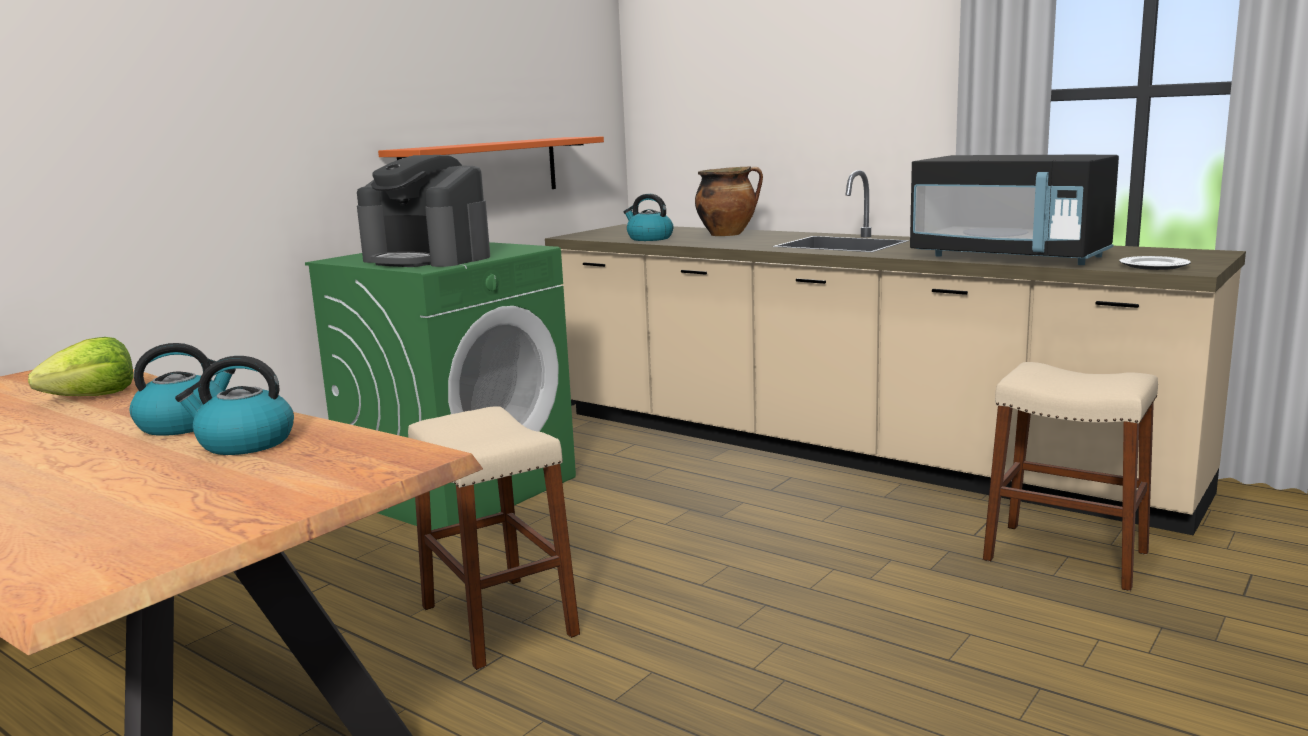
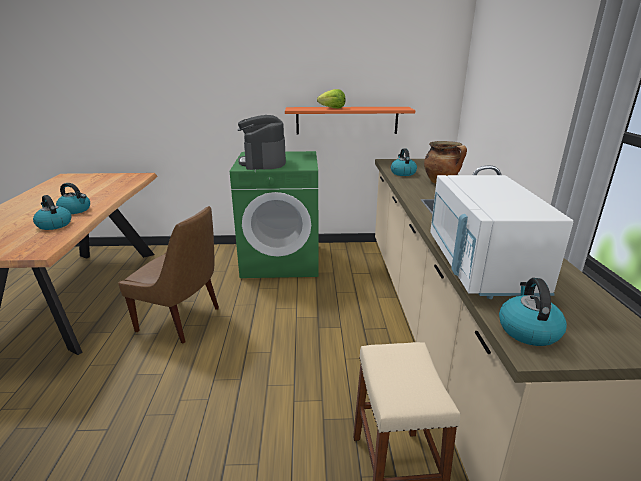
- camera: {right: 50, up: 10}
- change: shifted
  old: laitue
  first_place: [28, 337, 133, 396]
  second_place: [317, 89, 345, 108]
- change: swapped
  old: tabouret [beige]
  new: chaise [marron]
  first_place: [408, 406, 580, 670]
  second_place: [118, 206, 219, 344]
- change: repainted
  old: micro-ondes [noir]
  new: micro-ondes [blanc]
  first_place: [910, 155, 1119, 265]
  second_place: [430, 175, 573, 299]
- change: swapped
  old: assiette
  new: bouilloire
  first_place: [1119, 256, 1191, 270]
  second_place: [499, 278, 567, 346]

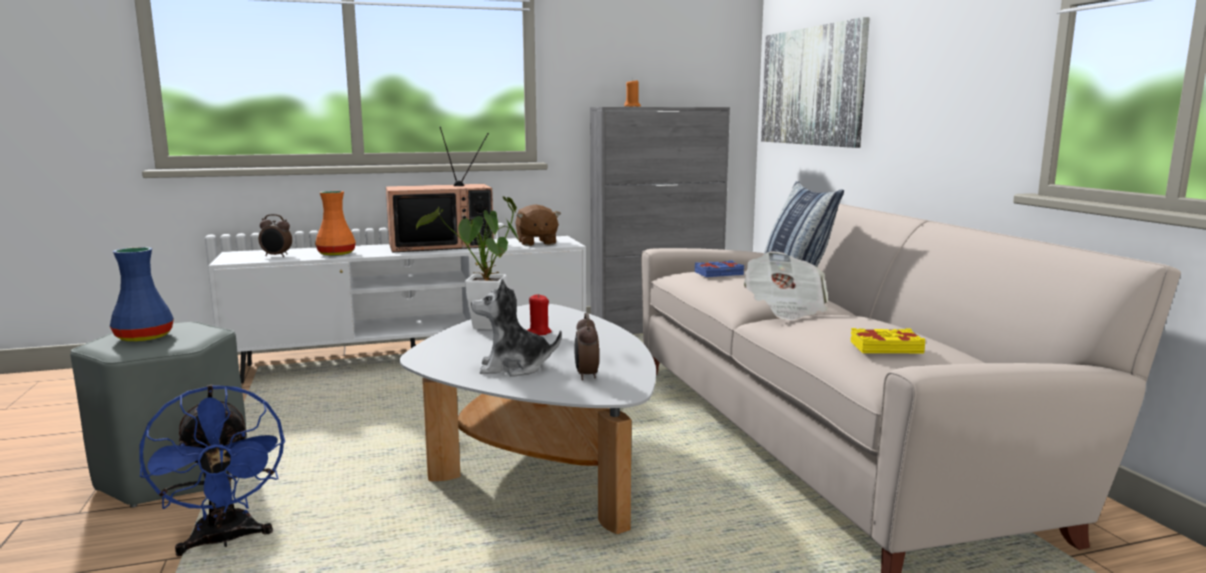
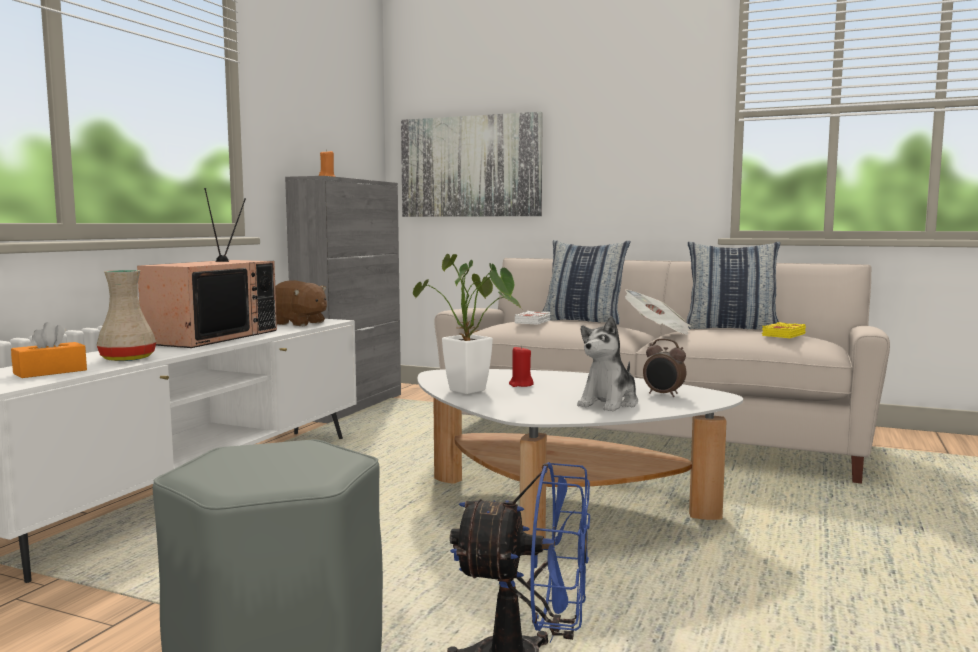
- camera: {right: -50, up: -5}
- change: gone
  old: vase [bleu]
  first_place: [110, 247, 174, 342]
- change: swapped
  old: réveil
  new: boîte à mouchoirs [orange]
  first_place: [259, 214, 292, 257]
  second_place: [11, 322, 87, 378]
- change: repainted
  old: vase [orange]
  new: vase [beige]
  first_place: [315, 191, 356, 256]
  second_place: [97, 270, 156, 361]
- change: repainted
  old: livre [bleu]
  new: livre [blanc]
  first_place: [695, 260, 744, 277]
  second_place: [514, 311, 551, 325]
- change: new
  new: coussin
  second_place: [687, 242, 780, 330]

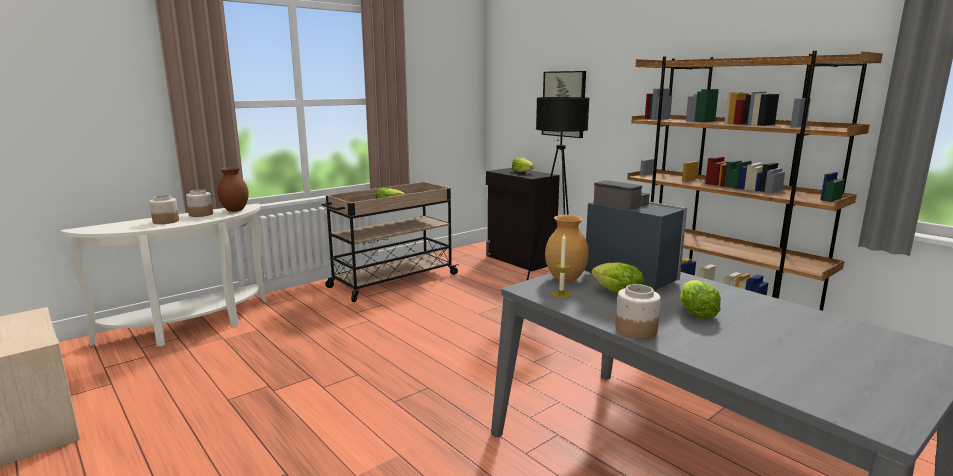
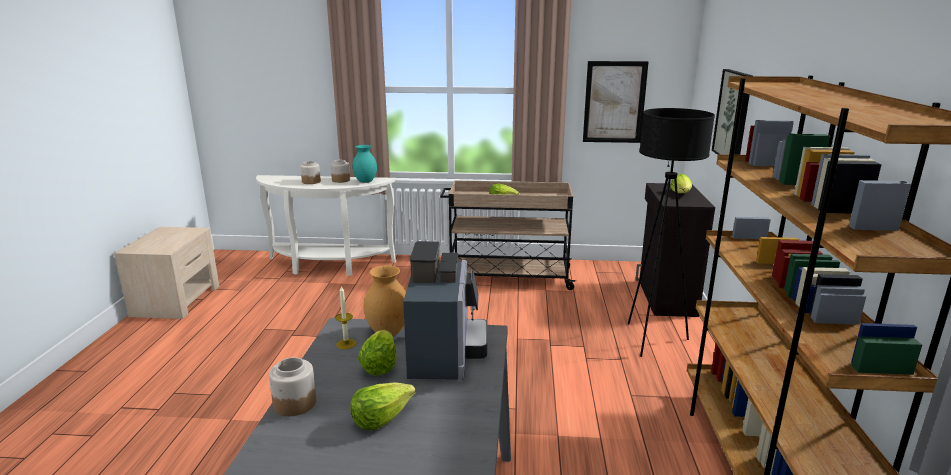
- camera: {right: 45, up: 5}
- change: repainted
  old: vase [marron]
  new: vase [turquoise]
  first_place: [217, 167, 249, 212]
  second_place: [352, 145, 377, 183]
- change: new
  new: tableau
  second_place: [583, 61, 649, 143]

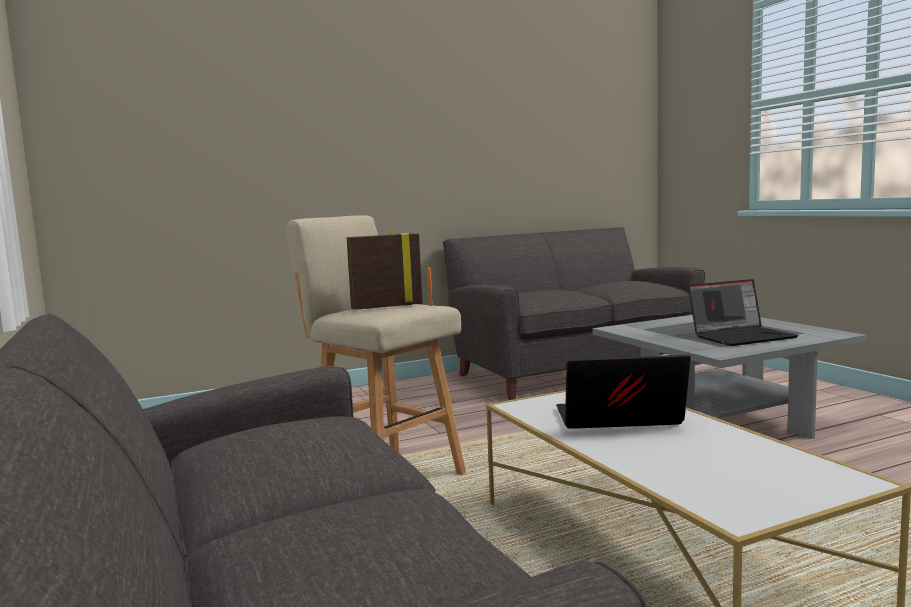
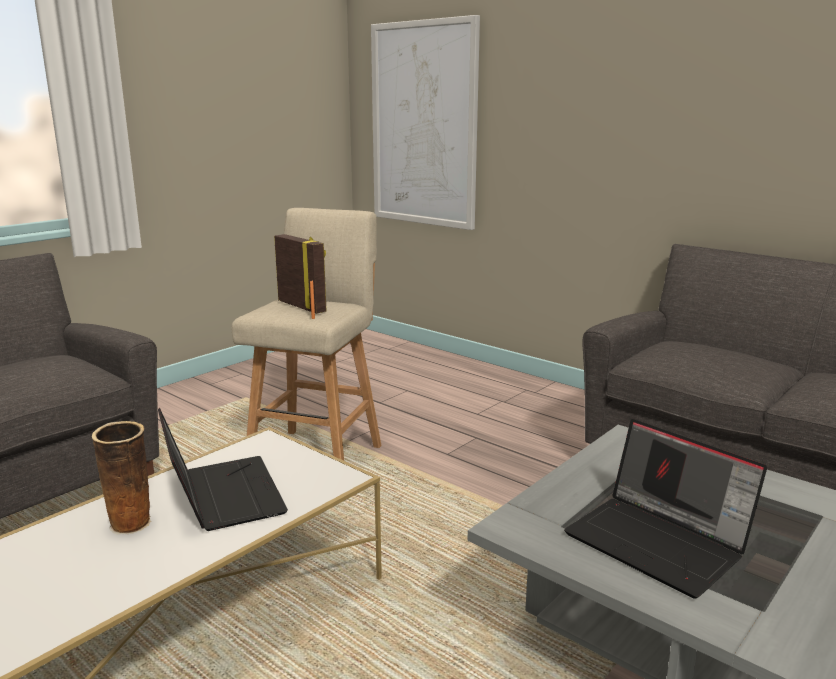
- camera: {right: 65, up: 10}
- change: new
  new: vase
  second_place: [92, 421, 151, 535]
- change: new
  new: tableau
  second_place: [371, 15, 480, 230]

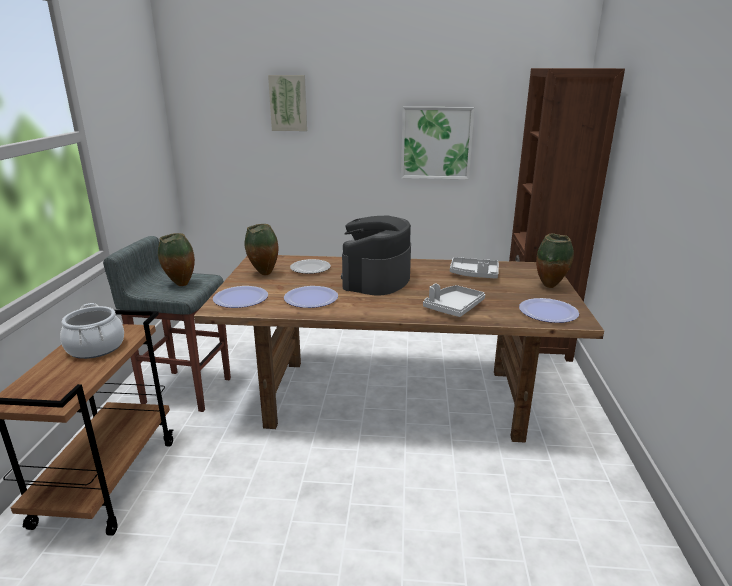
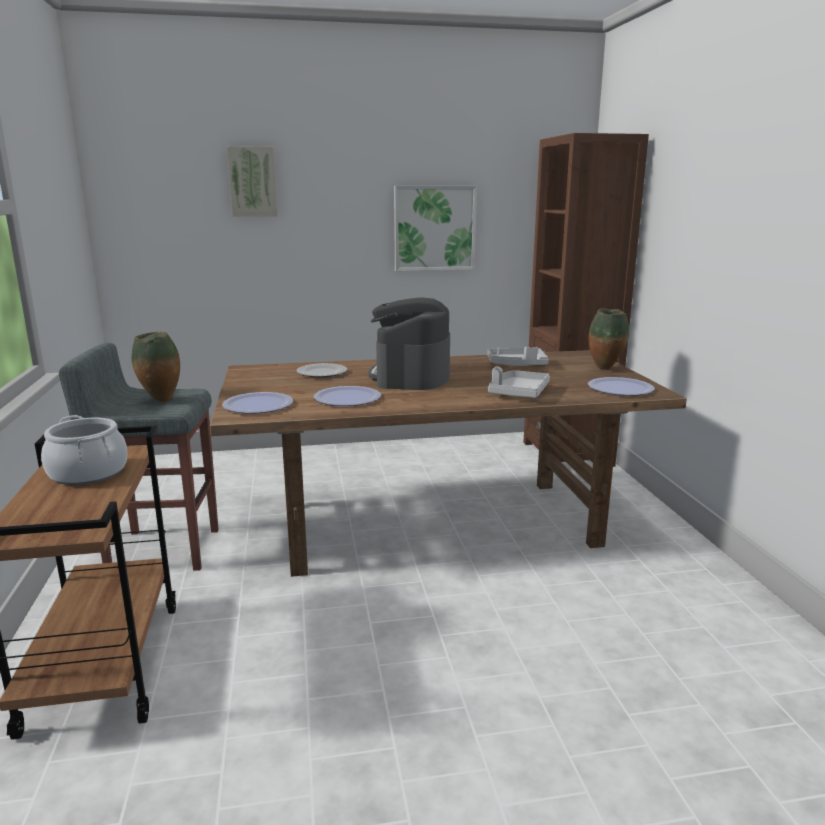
- camera: {right: -15, up: -5}
- change: gone
  old: vase
  first_place: [244, 224, 278, 275]

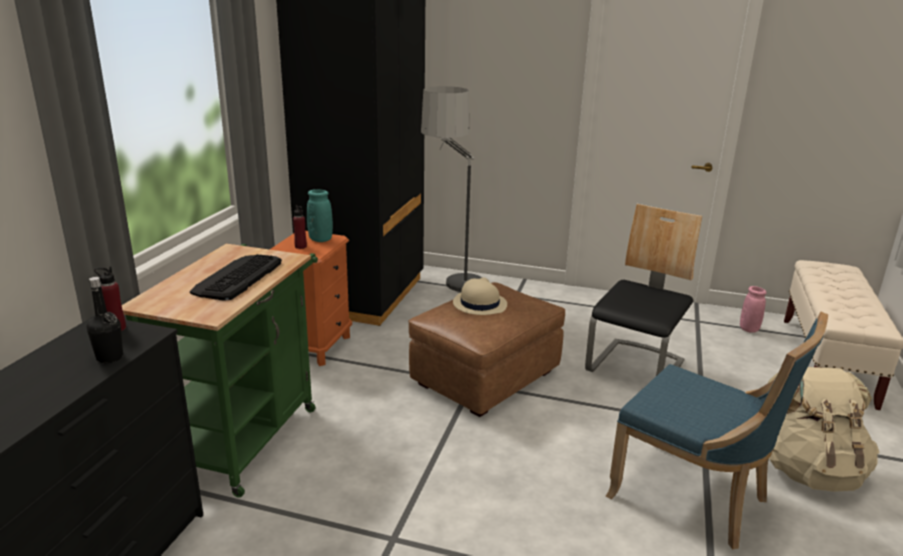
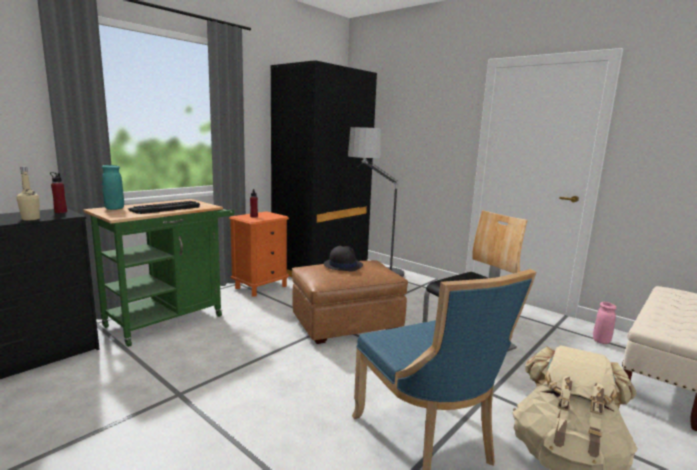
- camera: {right: 25, up: -10}
- change: repainted
  old: bouteille [noir]
  new: bouteille [beige]
  first_place: [87, 277, 123, 363]
  second_place: [17, 167, 40, 221]
- change: shifted
  old: vase [turquoise]
  first_place: [307, 189, 333, 242]
  second_place: [102, 165, 124, 210]
- change: repainted
  old: chapeau [beige]
  new: chapeau [noir]
  first_place: [453, 278, 507, 315]
  second_place: [323, 246, 363, 271]

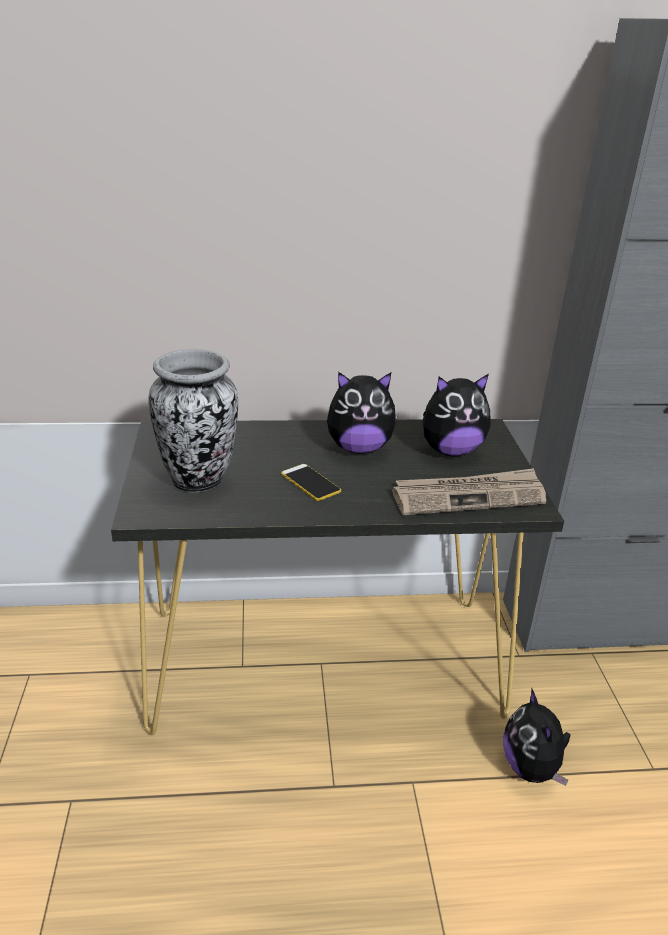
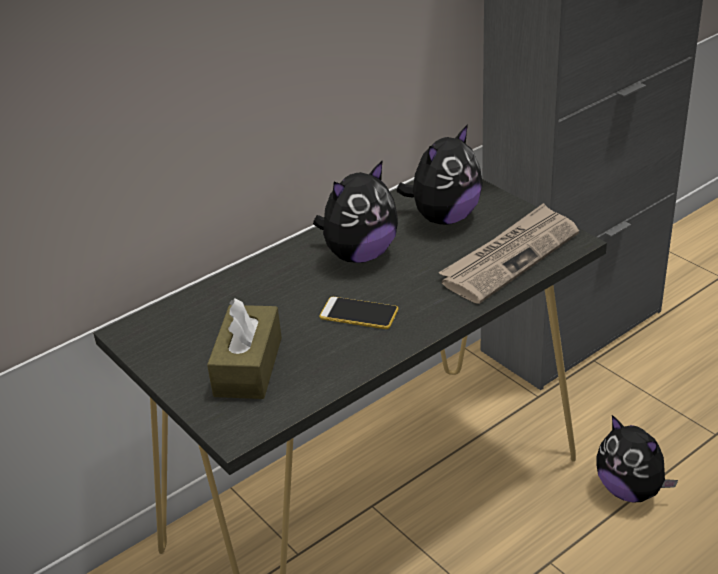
- camera: {right: -30, up: 5}
- change: swapped
  old: vase
  new: boîte à mouchoirs [marron]
  first_place: [148, 349, 238, 493]
  second_place: [207, 298, 282, 399]

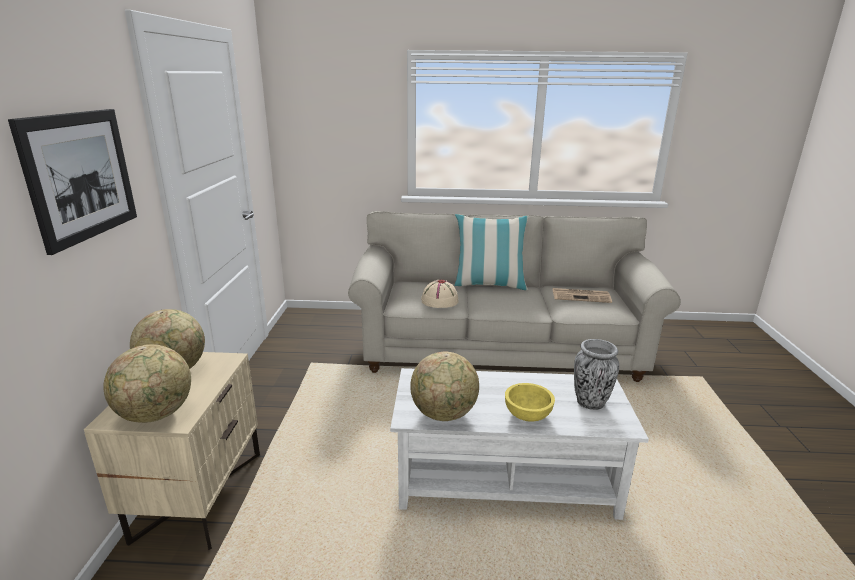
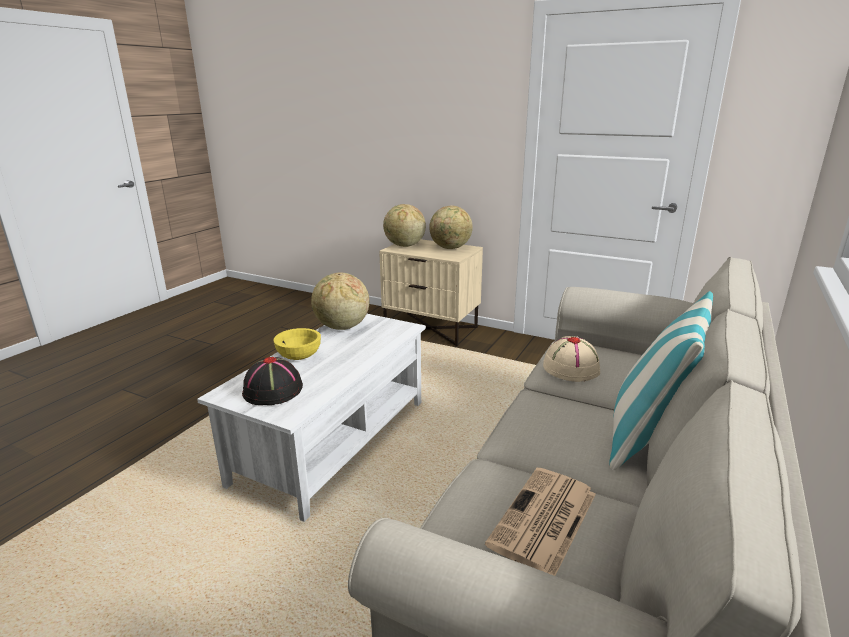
- camera: {right: 115, up: 0}
- change: gone
  old: tableau
  first_place: [8, 109, 137, 255]
- change: swapped
  old: vase
  new: chapeau [noir]
  first_place: [574, 339, 619, 410]
  second_place: [242, 357, 303, 405]

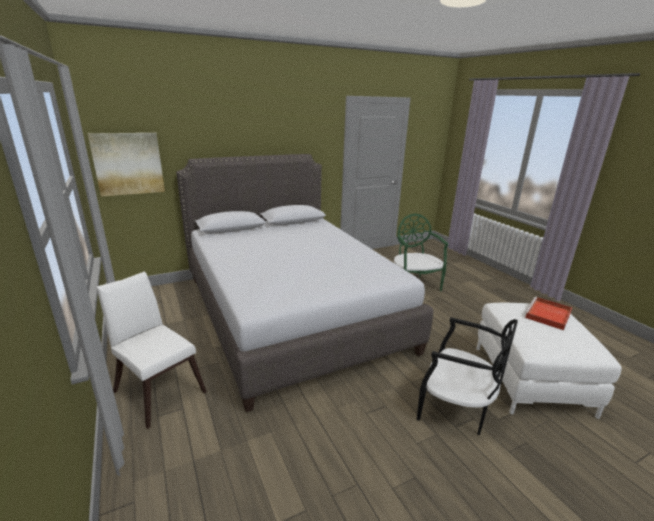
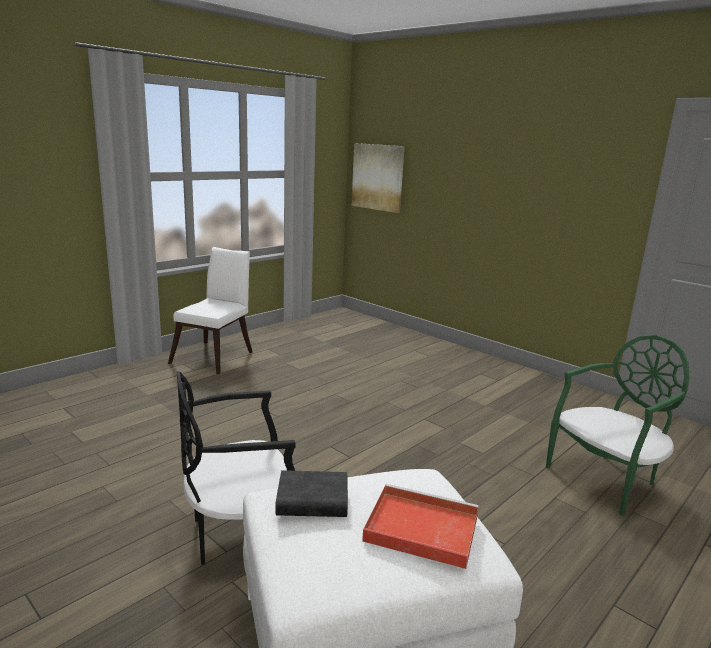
- camera: {right: 70, up: -5}
- change: gone
  old: lit [gris]
  first_place: [176, 154, 433, 412]
- change: rotated
  old: chaise [noir]
  first_place: [417, 317, 518, 435]
  second_place: [177, 371, 296, 565]
  degrees: 60
- change: new
  new: livre [noir]
  second_place: [275, 470, 348, 517]

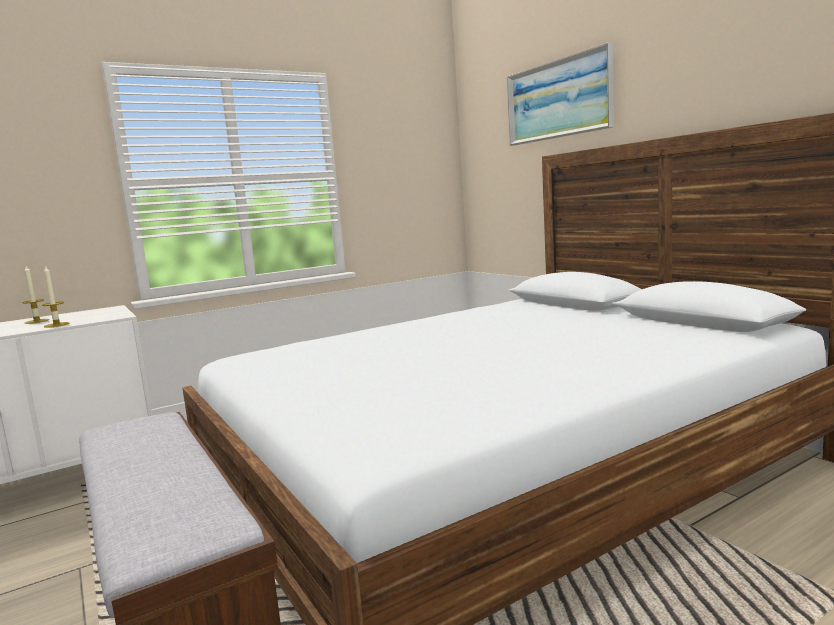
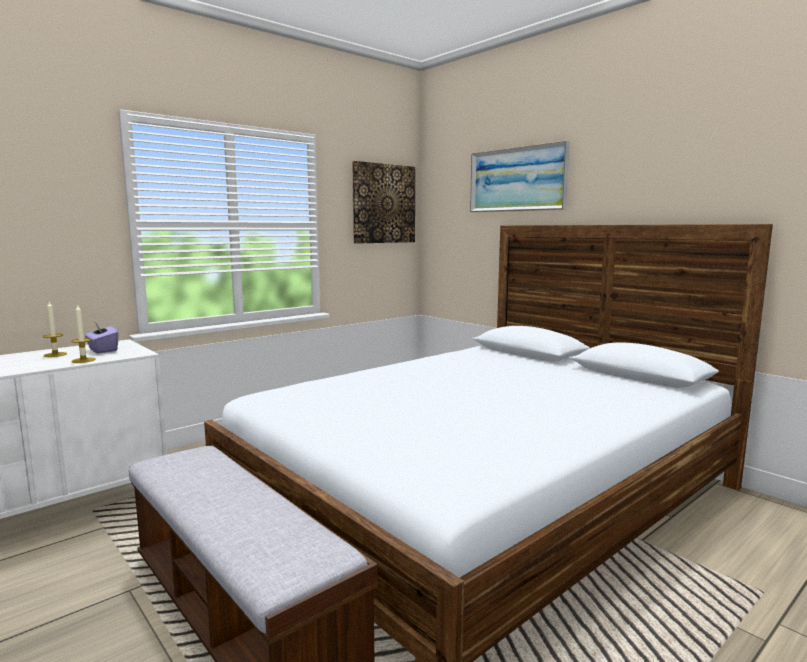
- camera: {right: -10, up: 0}
- change: new
  new: boîte à mouchoirs [violet]
  second_place: [85, 321, 118, 353]
- change: new
  new: tableau
  second_place: [352, 161, 415, 244]

